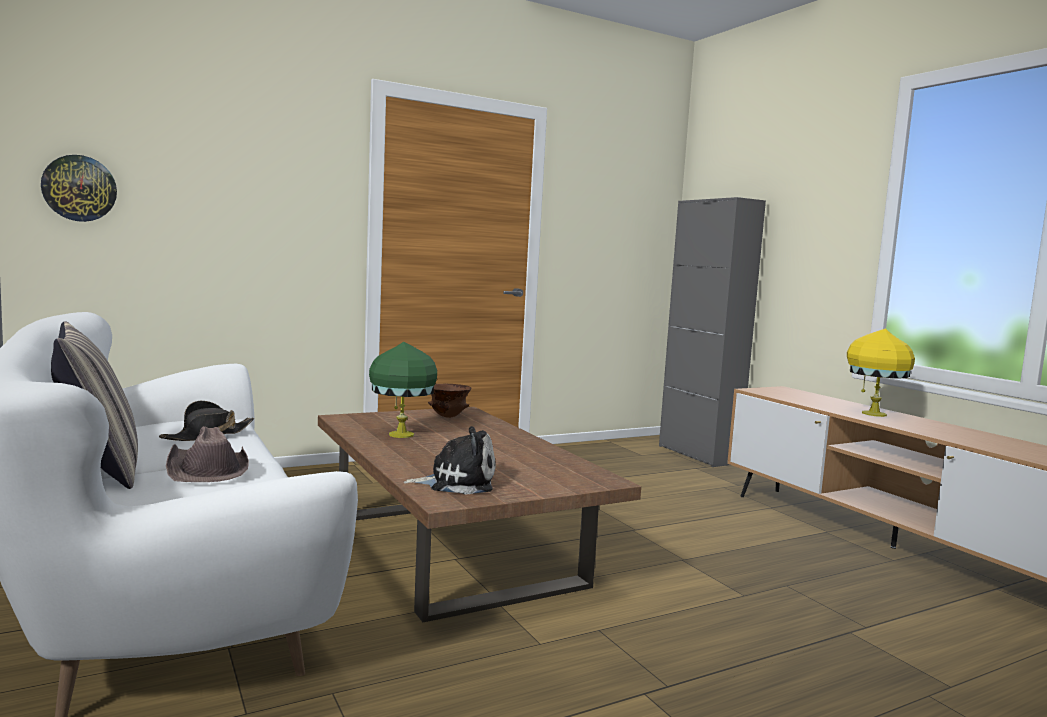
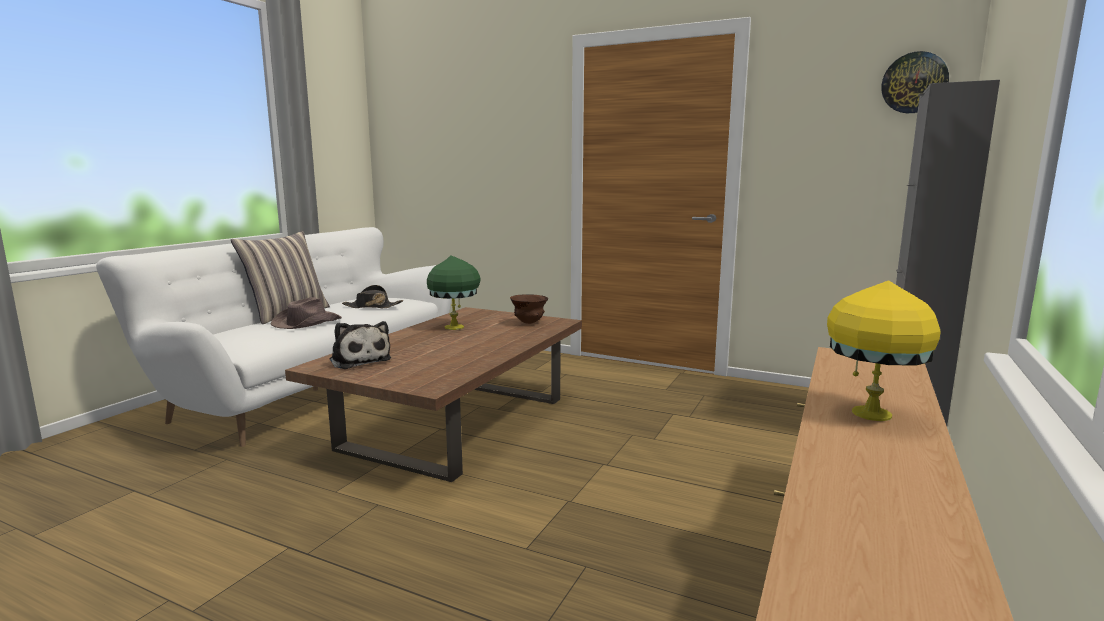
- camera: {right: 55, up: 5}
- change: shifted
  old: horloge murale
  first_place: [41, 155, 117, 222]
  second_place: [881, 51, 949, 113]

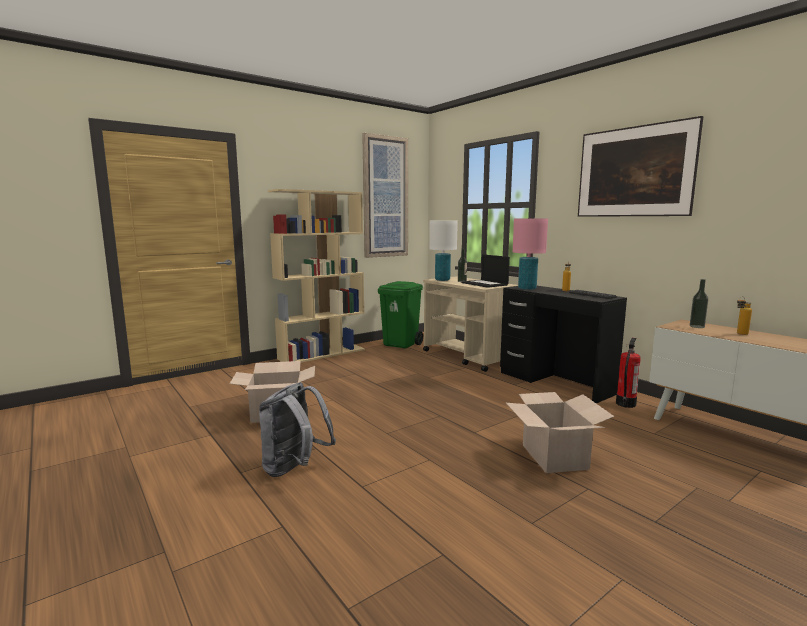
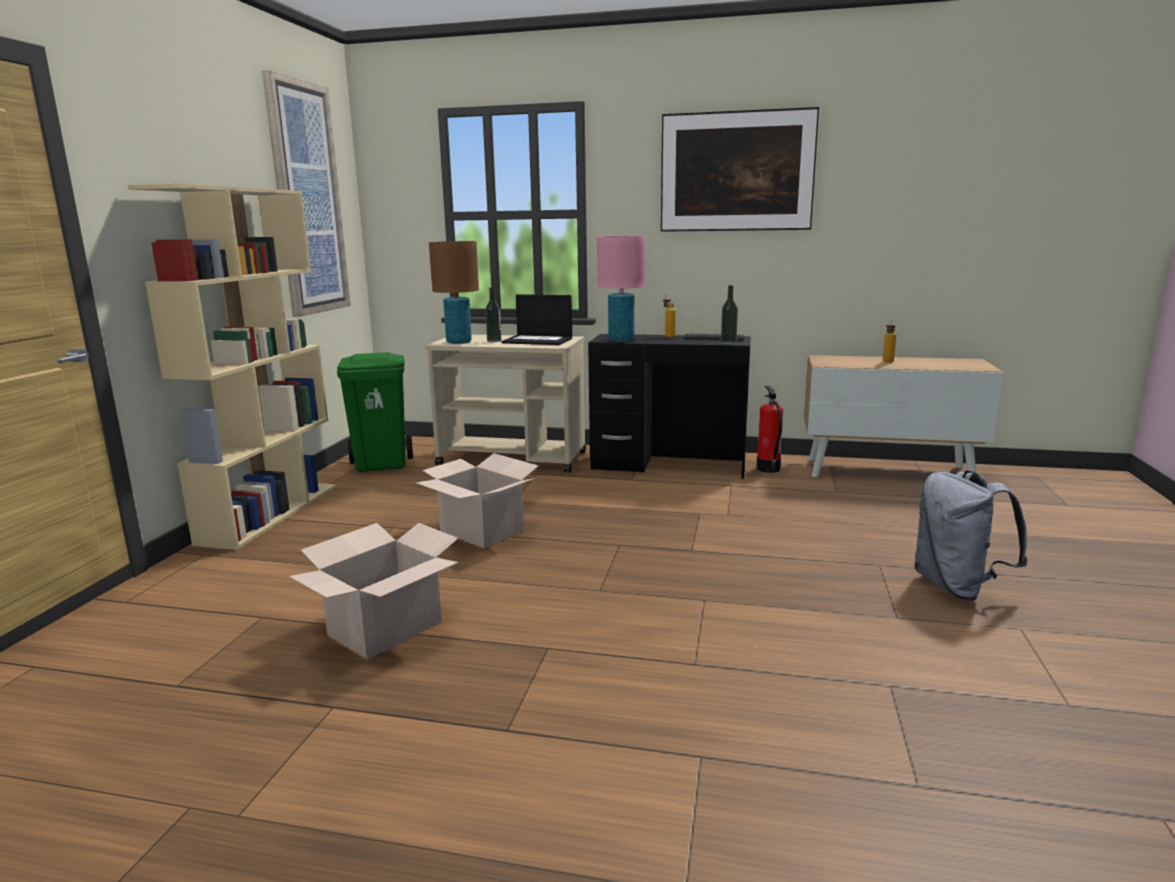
- camera: {right: -40, up: 5}
- change: shifted
  old: sac à dos [gris]
  first_place: [259, 382, 336, 477]
  second_place: [914, 470, 1028, 601]
- change: repainted
  old: lampe de table [blanc]
  new: lampe de table [marron]
  first_place: [429, 221, 458, 281]
  second_place: [429, 241, 479, 344]
- change: shifted
  old: carton
  first_place: [506, 392, 614, 473]
  second_place: [415, 453, 538, 548]
- change: shifted
  old: bouteille
  first_place: [690, 279, 708, 328]
  second_place: [721, 285, 738, 344]

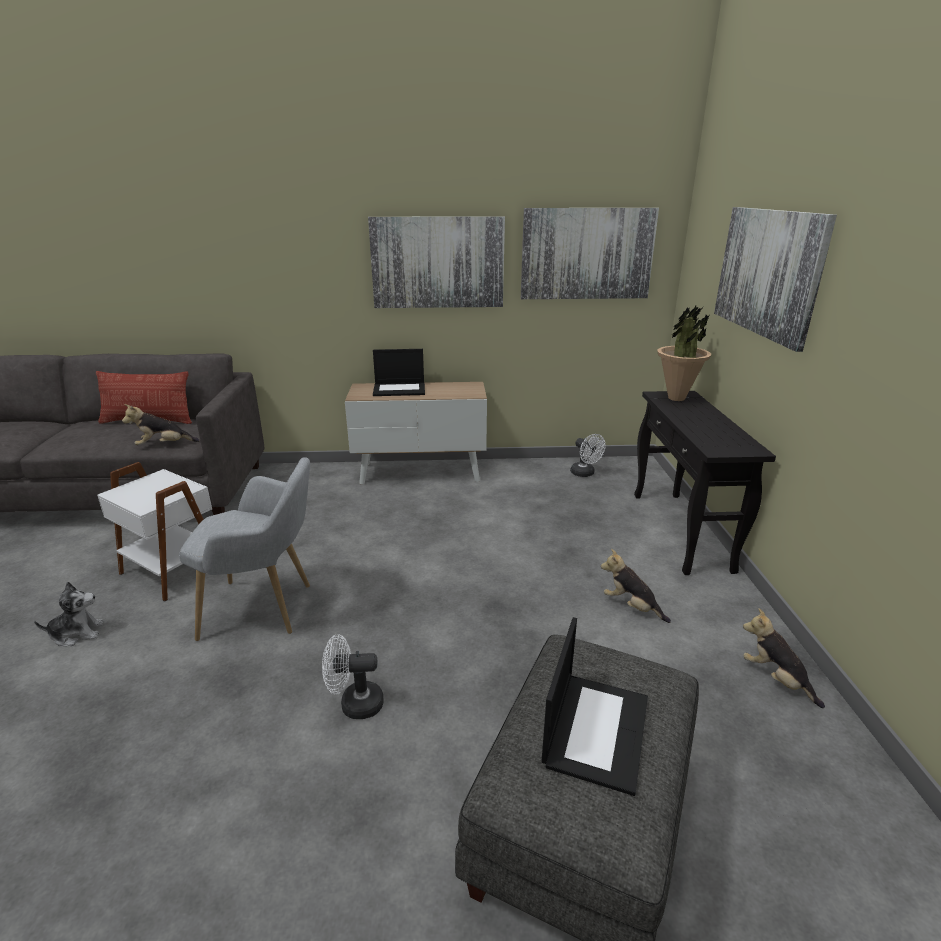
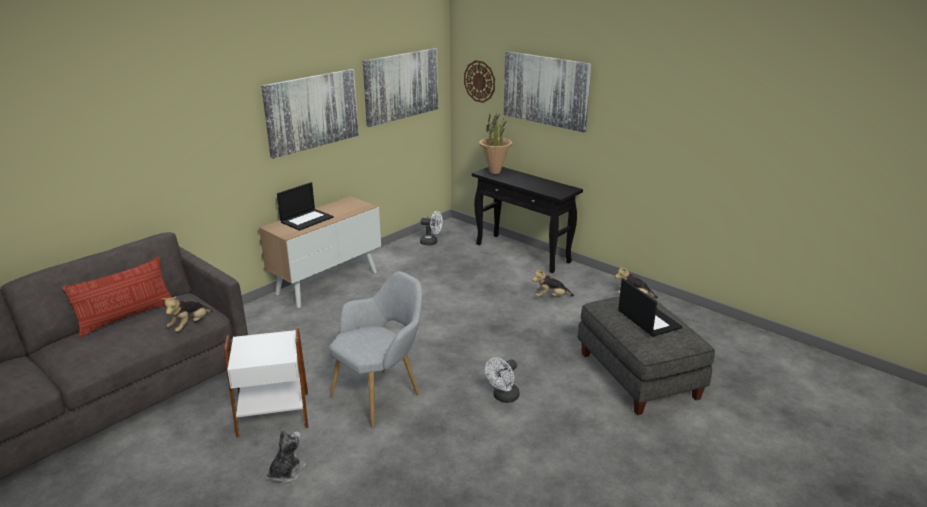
- camera: {right: -45, up: 0}
- change: new
  new: horloge murale
  second_place: [464, 60, 495, 103]

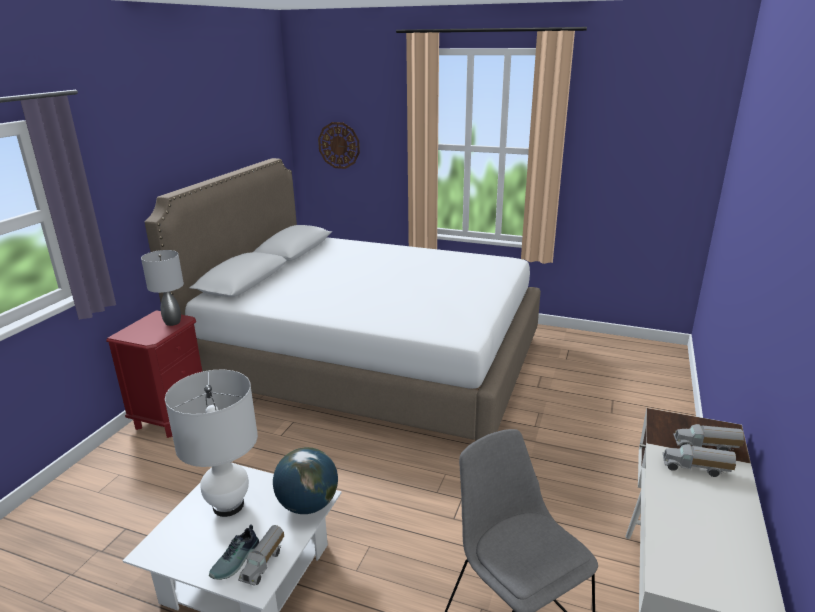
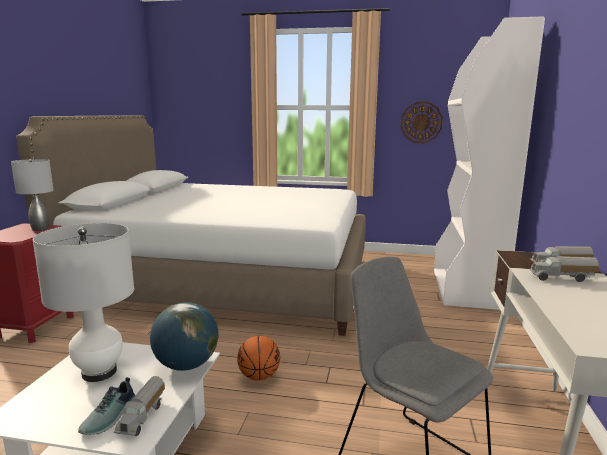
- camera: {right: -10, up: -10}
- change: shifted
  old: horloge murale
  first_place: [318, 122, 360, 169]
  second_place: [400, 102, 443, 143]
- change: new
  new: ballon de basket
  second_place: [237, 336, 280, 380]
- change: new
  new: bibliothèque [blanc]
  second_place: [434, 16, 545, 310]

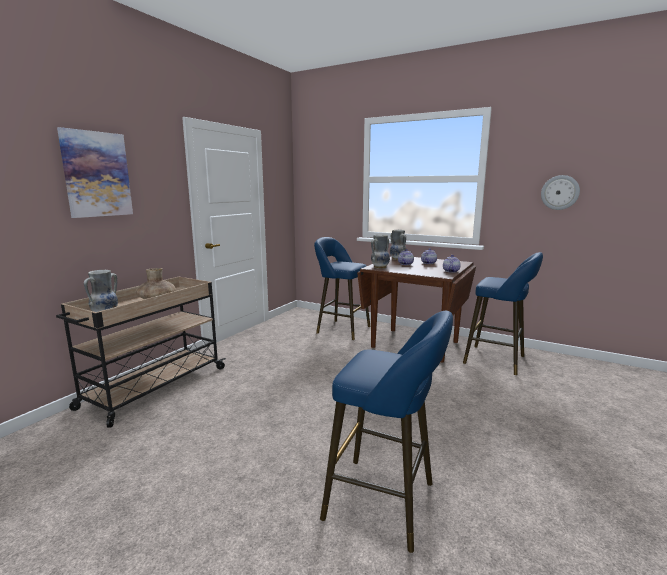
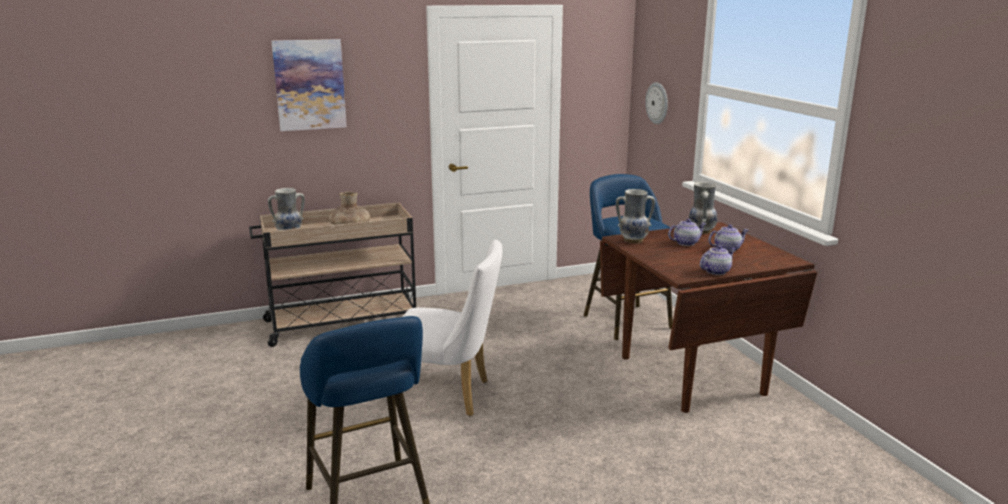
- camera: {right: 40, up: 5}
- change: gone
  old: tabouret [bleu]
  first_place: [463, 252, 543, 375]
- change: shifted
  old: horloge murale
  first_place: [541, 175, 580, 210]
  second_place: [645, 82, 668, 124]
- change: new
  new: chaise [blanc]
  second_place: [403, 240, 502, 416]

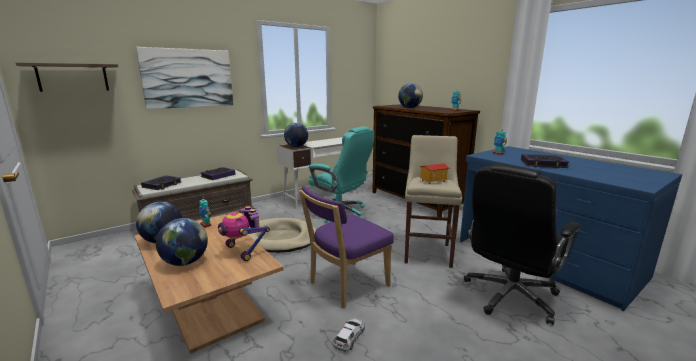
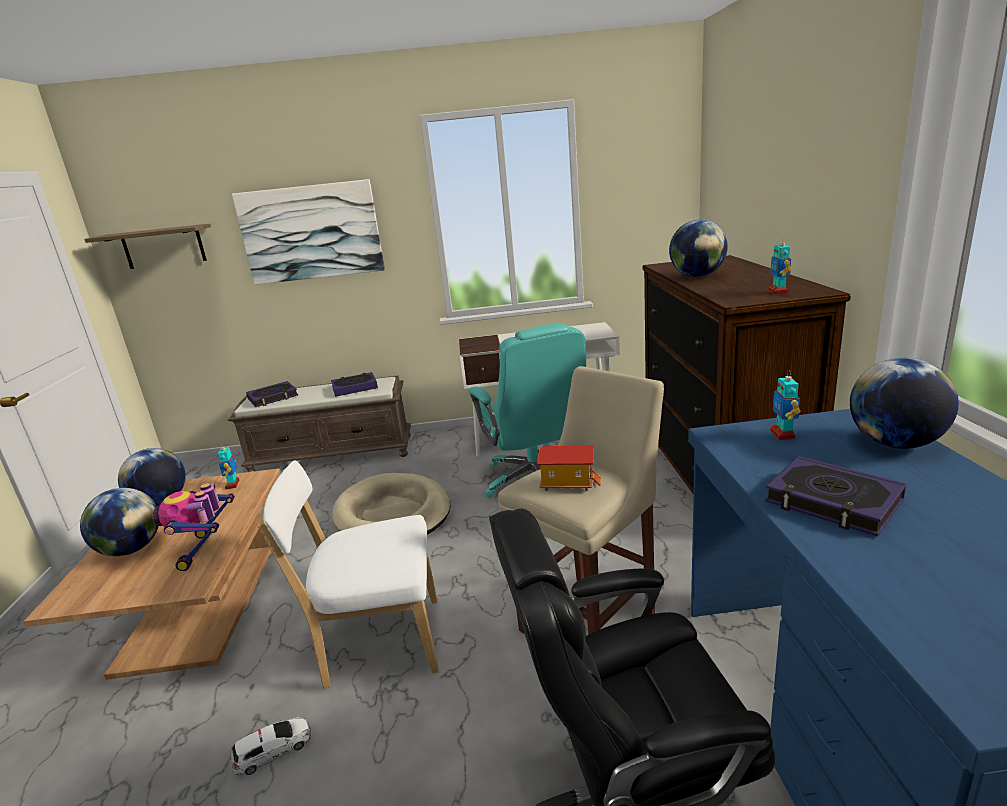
- camera: {right: 35, up: 5}
- change: shifted
  old: globe
  first_place: [284, 123, 308, 147]
  second_place: [850, 358, 959, 449]
- change: repainted
  old: chaise [violet]
  new: chaise [blanc]
  first_place: [299, 186, 394, 309]
  second_place: [257, 460, 439, 690]

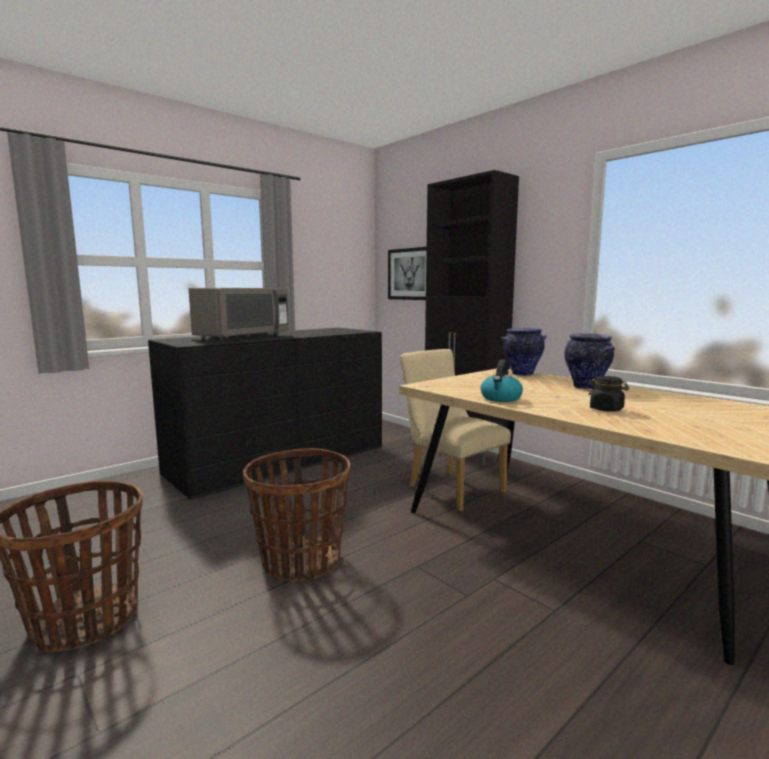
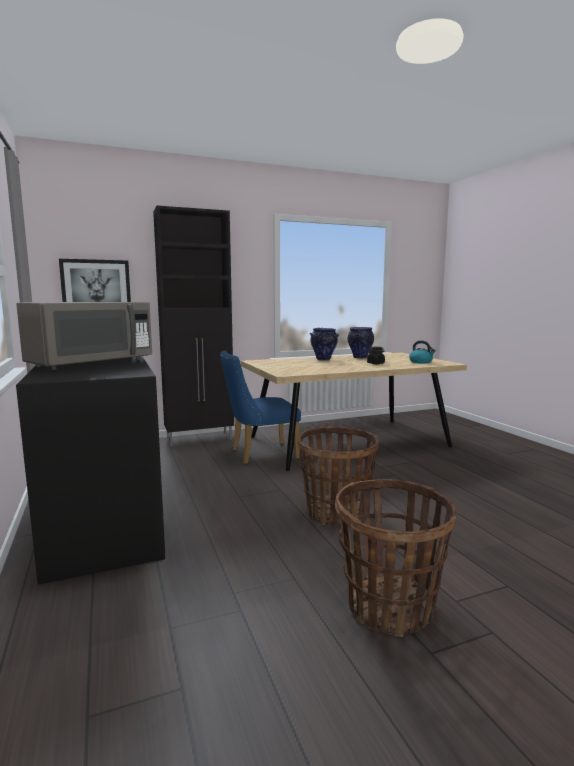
- camera: {right: -70, up: 0}
- change: rotated
  old: micro-ondes [gris]
  first_place: [189, 288, 289, 341]
  second_place: [16, 302, 152, 370]
  degrees: 75
- change: repainted
  old: chaise [beige]
  new: chaise [bleu]
  first_place: [400, 349, 511, 511]
  second_place: [220, 350, 301, 464]
- change: shifted
  old: bouilloire
  first_place: [481, 359, 523, 402]
  second_place: [409, 340, 436, 363]
- change: shifted
  old: vase
  first_place: [501, 328, 547, 376]
  second_place: [347, 327, 374, 358]

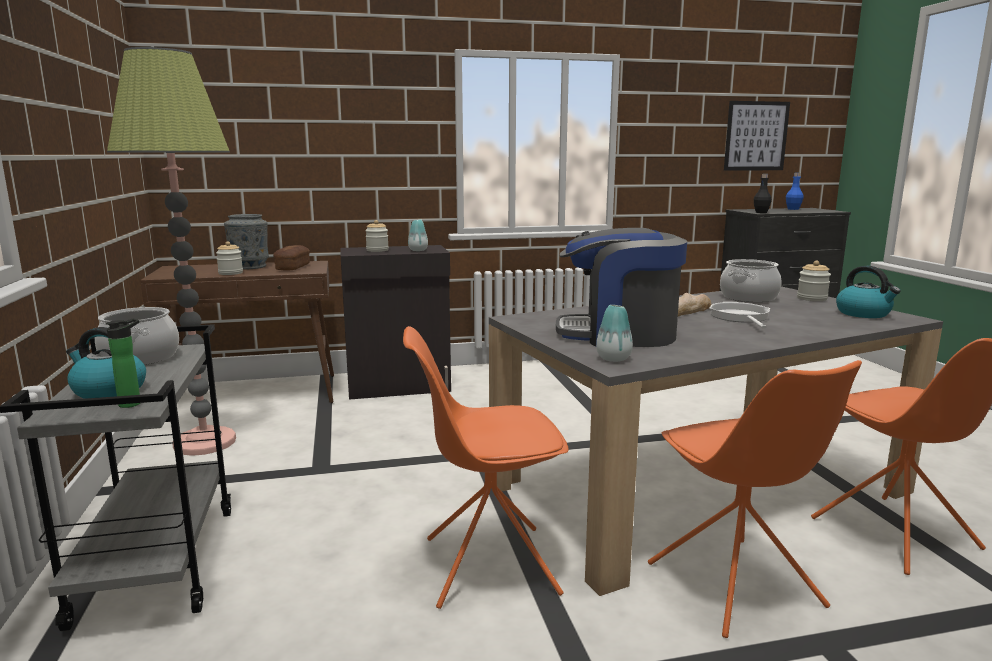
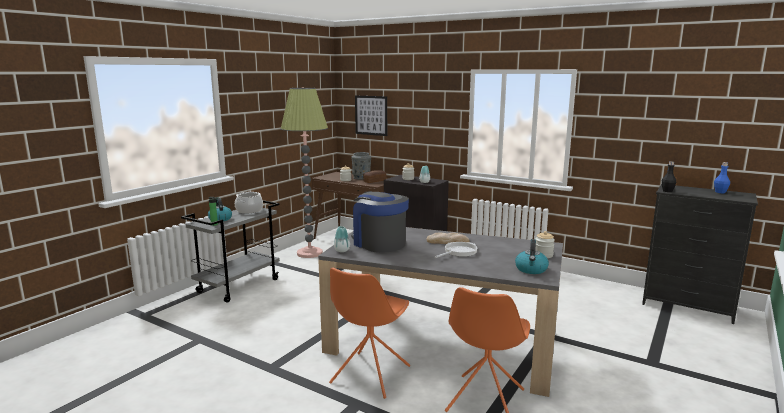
- camera: {right: 45, up: 0}
- change: gone
  old: chaise [orange]
  first_place: [403, 326, 569, 609]
- change: gone
  old: marmite
  first_place: [720, 259, 782, 302]
- change: shifted
  old: tableau
  first_place: [724, 101, 790, 171]
  second_place: [355, 95, 387, 136]

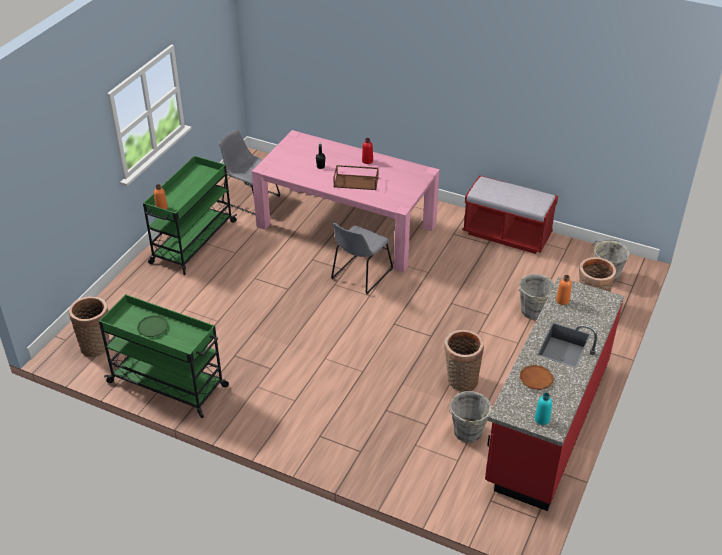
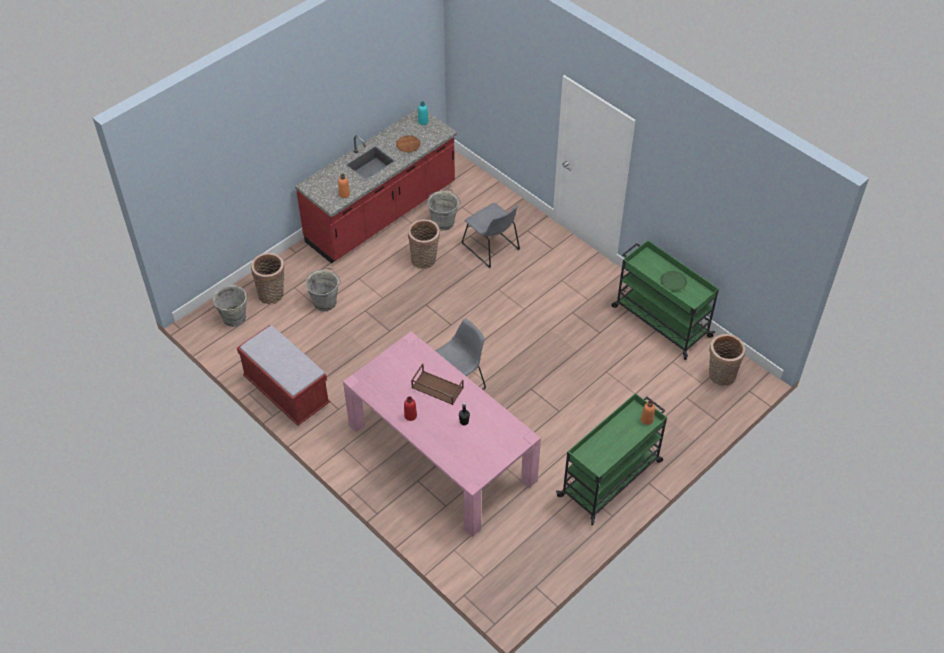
- camera: {right: -160, up: 10}
- change: shifted
  old: chaise [gris]
  first_place: [219, 129, 281, 215]
  second_place: [461, 203, 520, 268]

